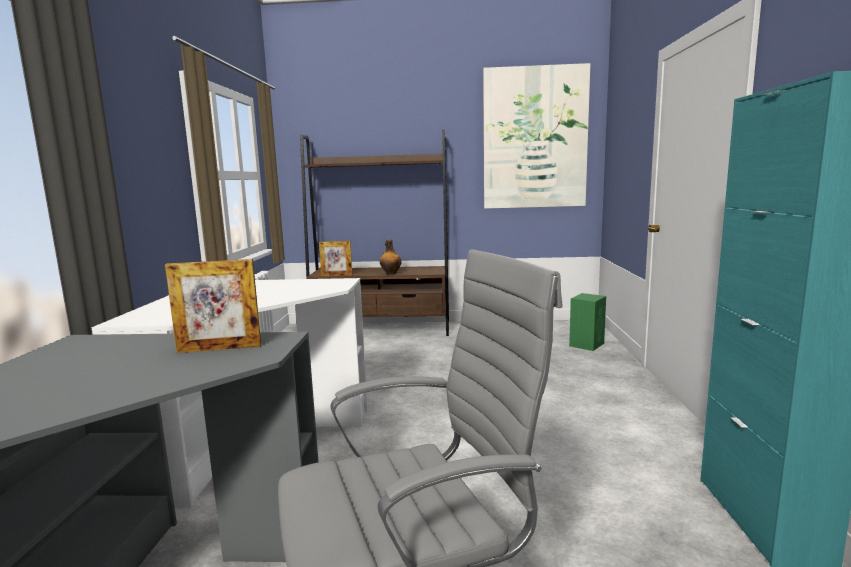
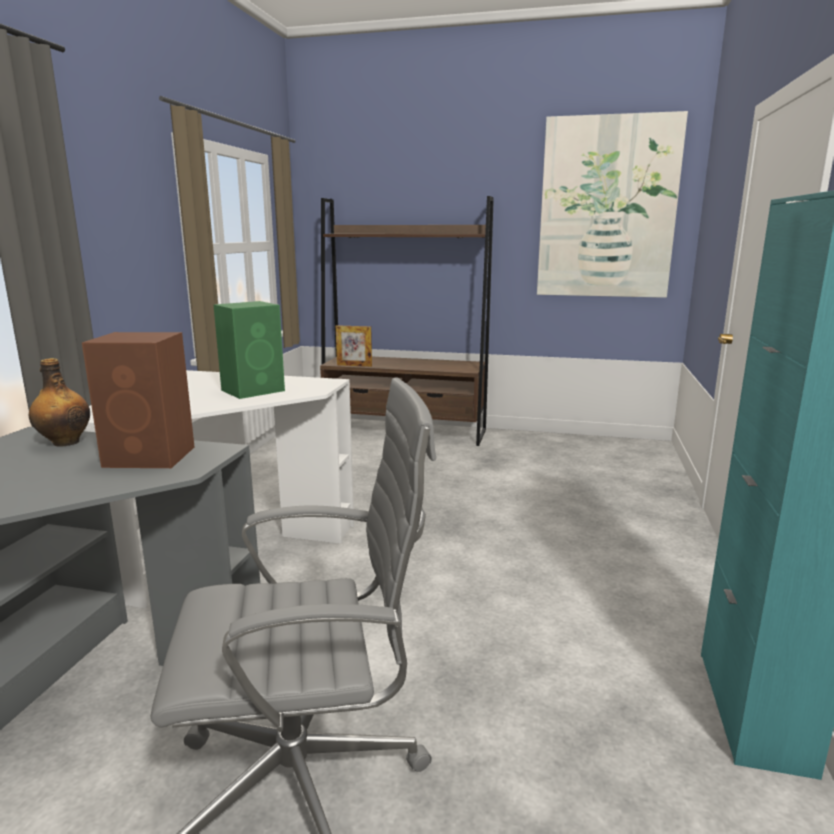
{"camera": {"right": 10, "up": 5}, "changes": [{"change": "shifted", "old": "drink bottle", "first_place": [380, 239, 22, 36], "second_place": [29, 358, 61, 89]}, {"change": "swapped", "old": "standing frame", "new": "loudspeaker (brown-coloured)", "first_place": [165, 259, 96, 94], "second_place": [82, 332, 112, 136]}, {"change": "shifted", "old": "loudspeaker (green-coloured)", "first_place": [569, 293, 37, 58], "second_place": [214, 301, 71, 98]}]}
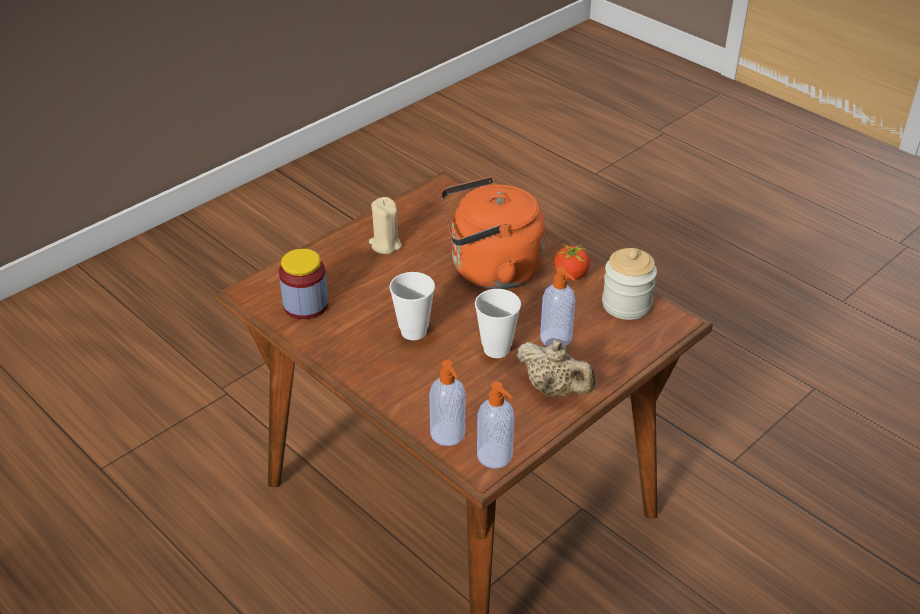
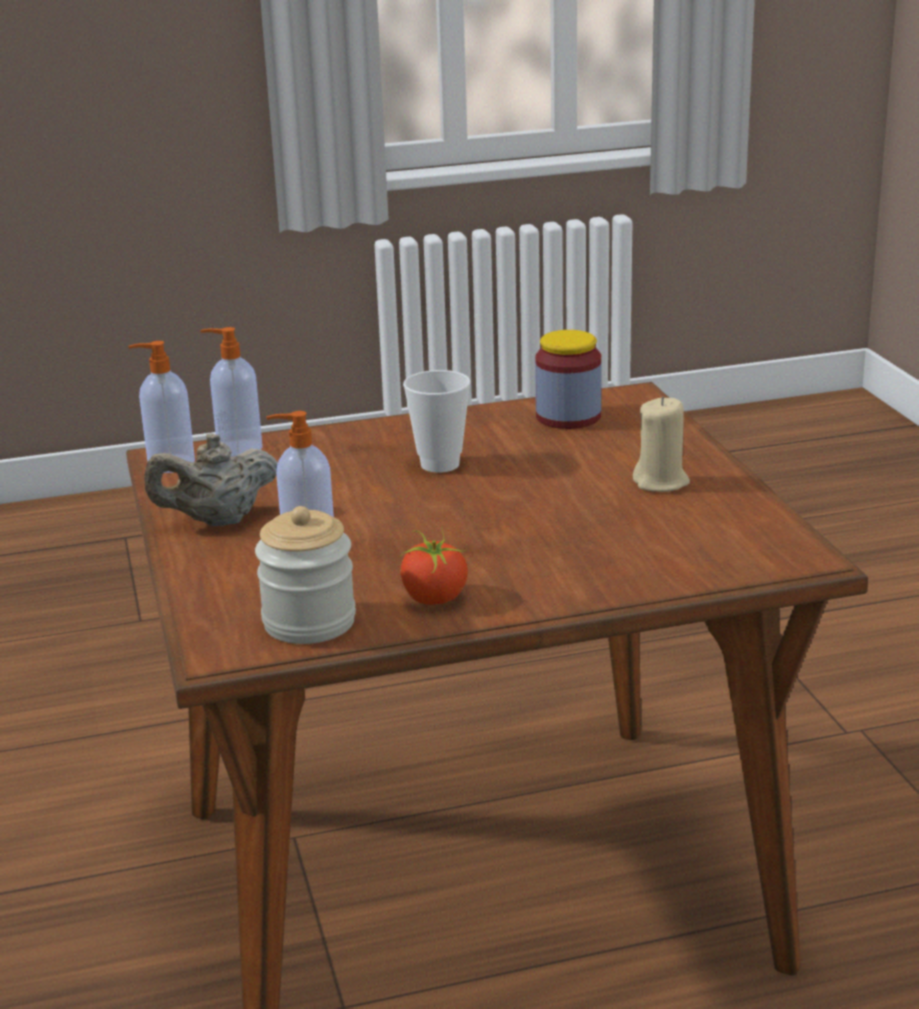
{"camera": {"right": 120, "up": -15}, "changes": [{"change": "gone", "old": "kettle (orange)", "first_place": [441, 177, 104, 112]}, {"change": "gone", "old": "small cup", "first_place": [475, 289, 46, 69]}]}
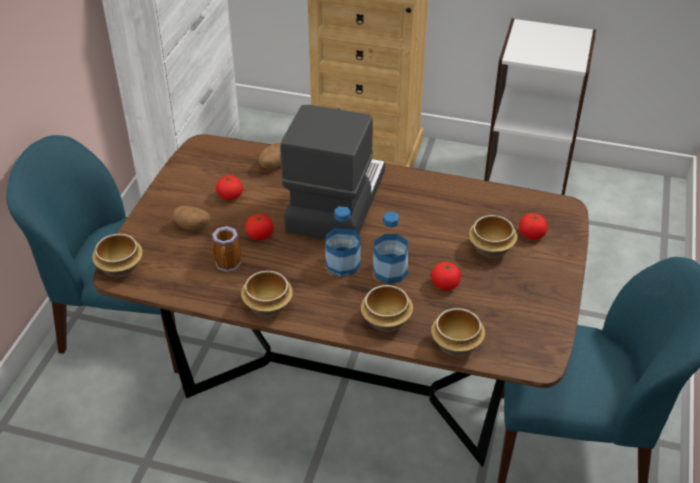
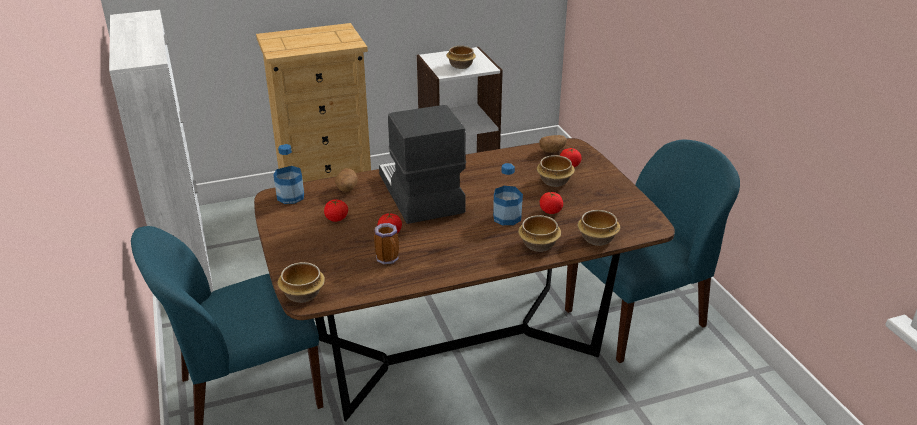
{"camera": {"right": -35, "up": -10}, "changes": [{"change": "shifted", "old": "whole potato", "first_place": [172, 206, 39, 24], "second_place": [539, 135, 28, 18]}, {"change": "shifted", "old": "drink bottle", "first_place": [325, 207, 36, 70], "second_place": [273, 144, 31, 60]}, {"change": "shifted", "old": "deep dish", "first_place": [241, 271, 52, 45], "second_place": [446, 46, 30, 23]}]}
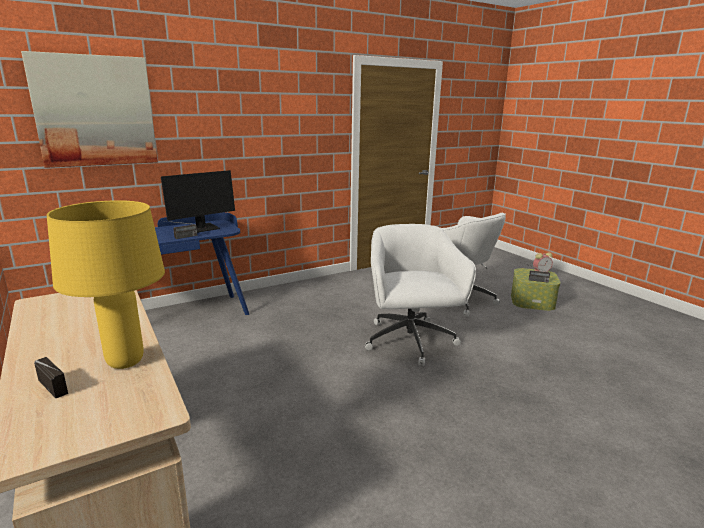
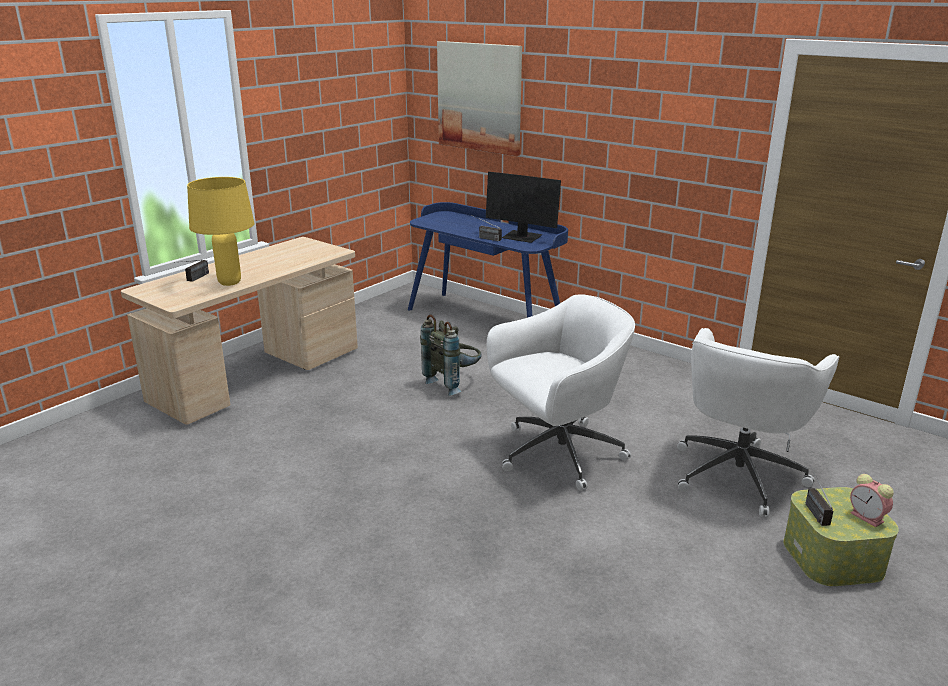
{"camera": {"right": 70, "up": 5}, "changes": [{"change": "new", "new": "knapsack (grey)", "second_place": [420, 314, 62, 82]}]}
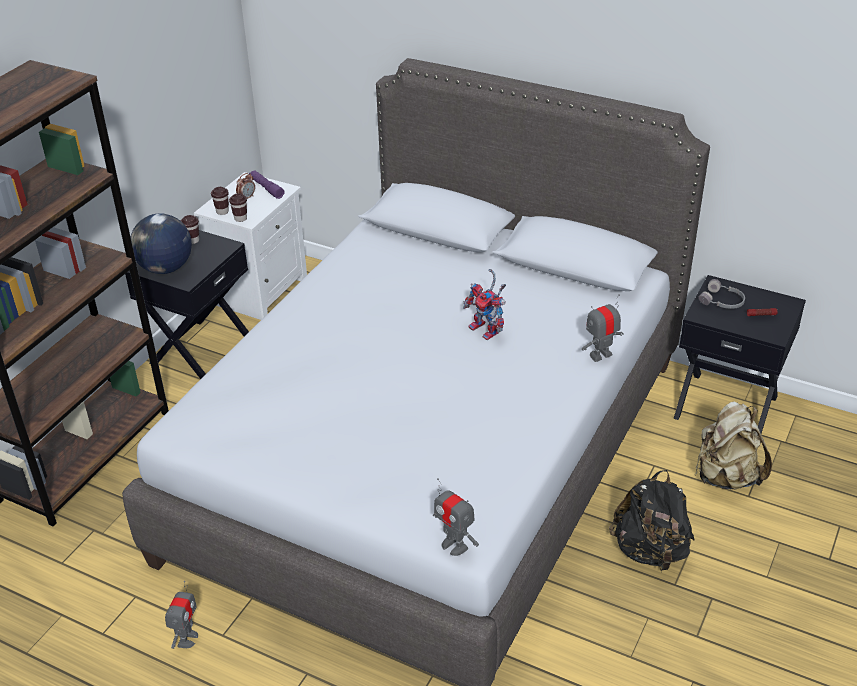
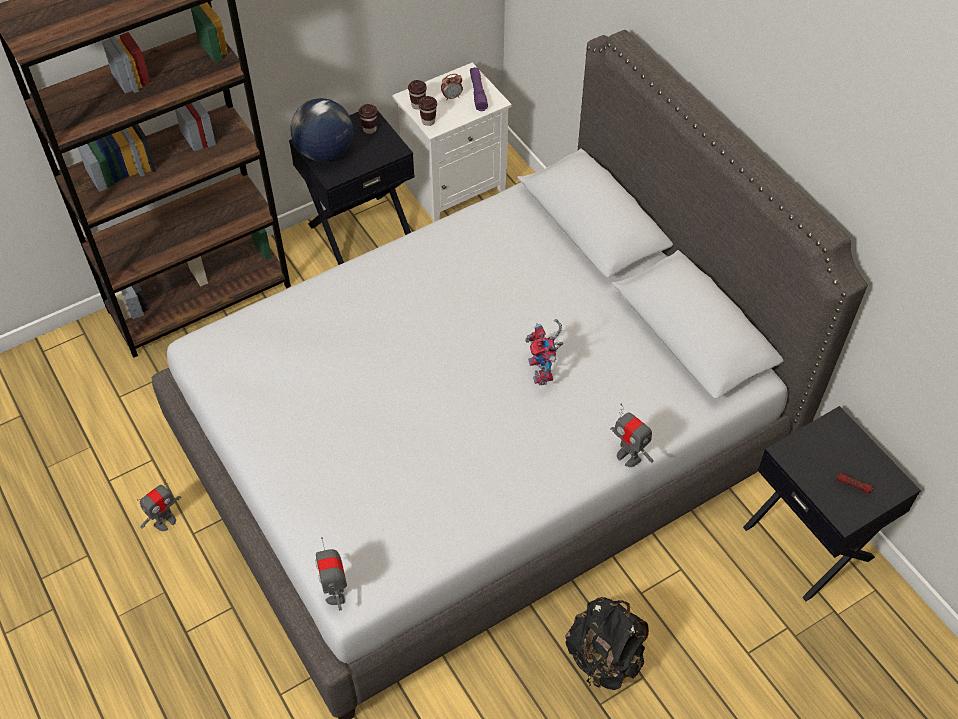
{"camera": {"right": 30, "up": 15}, "changes": [{"change": "gone", "old": "pair of headphones (grey)", "first_place": [698, 279, 47, 30]}, {"change": "rotated", "old": "robot figure", "first_place": [582, 294, 42, 68], "second_place": [610, 404, 44, 63], "degrees": -135}, {"change": "gone", "old": "knapsack (sand-coloured)", "first_place": [695, 401, 77, 89]}]}
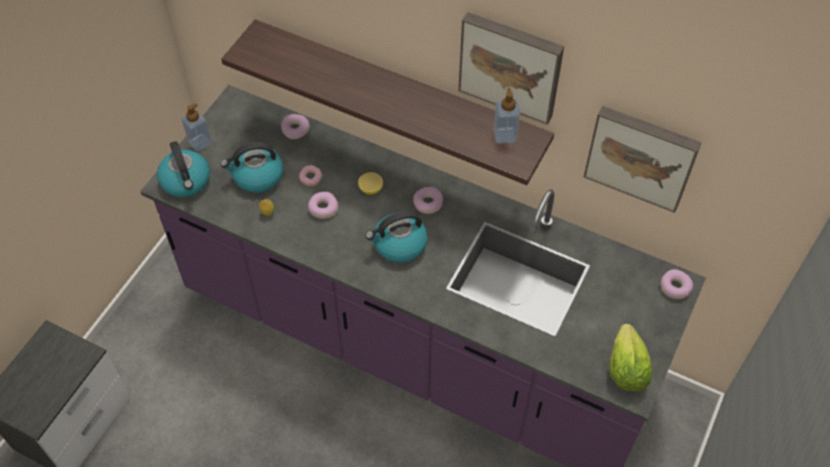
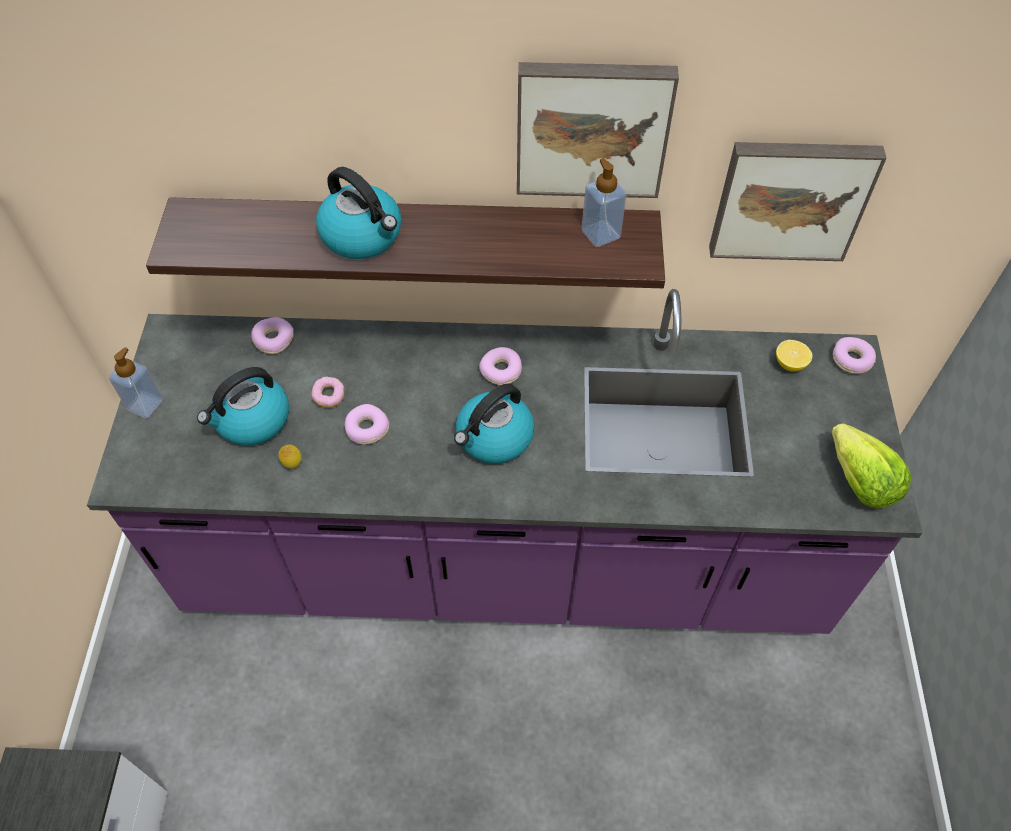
{"camera": {"right": -25, "up": 0}, "changes": [{"change": "shifted", "old": "kettle", "first_place": [157, 141, 53, 56], "second_place": [316, 167, 85, 92]}, {"change": "shifted", "old": "whole lemon", "first_place": [358, 172, 25, 23], "second_place": [776, 340, 36, 32]}]}
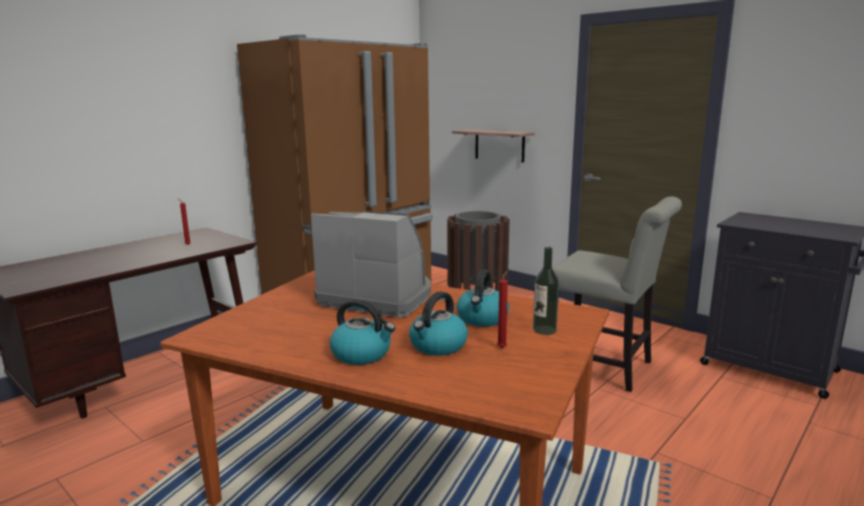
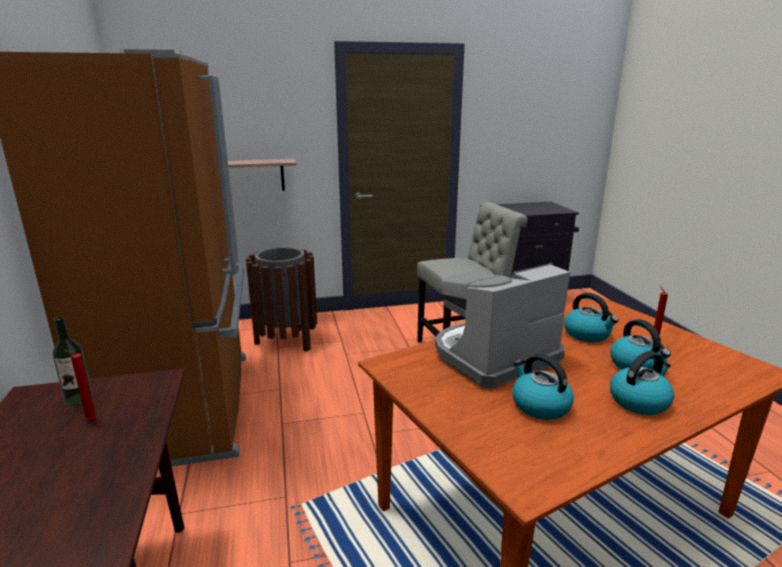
{"camera": {"right": -55, "up": 5}, "changes": [{"change": "shifted", "old": "drink bottle", "first_place": [533, 247, 26, 88], "second_place": [53, 316, 40, 90]}, {"change": "new", "new": "kettle", "second_place": [512, 354, 62, 66]}]}
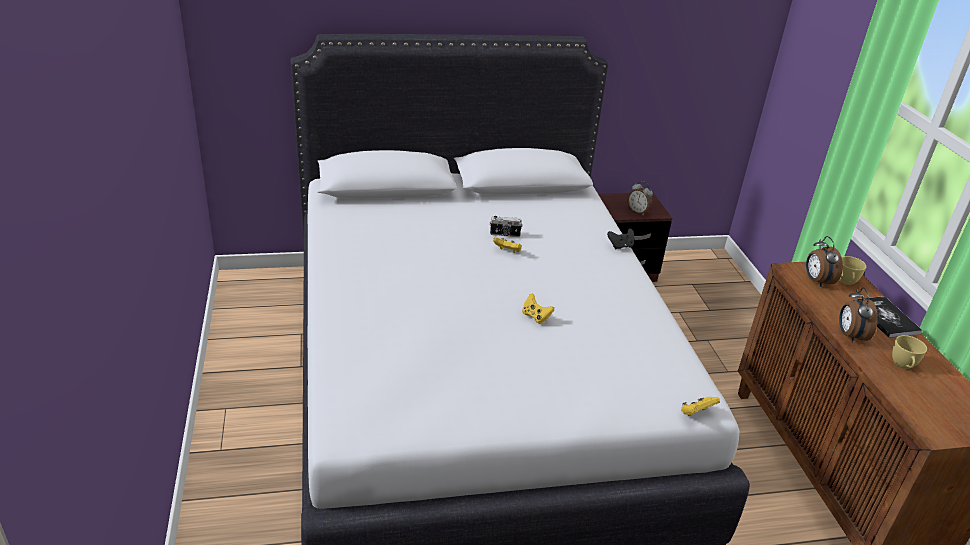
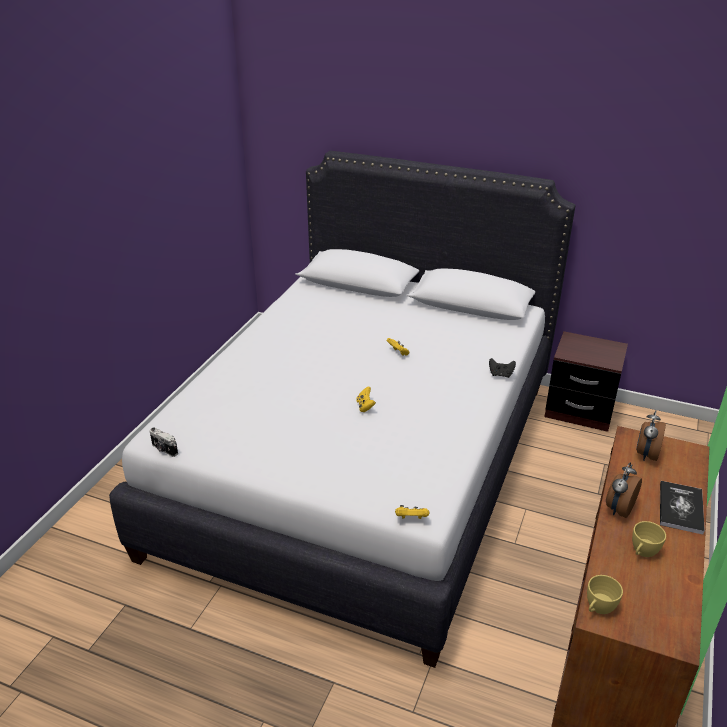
{"camera": {"right": 35, "up": 0}, "changes": [{"change": "gone", "old": "bedside clock", "first_place": [627, 181, 26, 35]}, {"change": "shifted", "old": "still camera", "first_place": [490, 216, 33, 21], "second_place": [149, 428, 29, 29]}, {"change": "shifted", "old": "small cup (yellow)", "first_place": [839, 256, 28, 29], "second_place": [587, 575, 36, 39]}]}
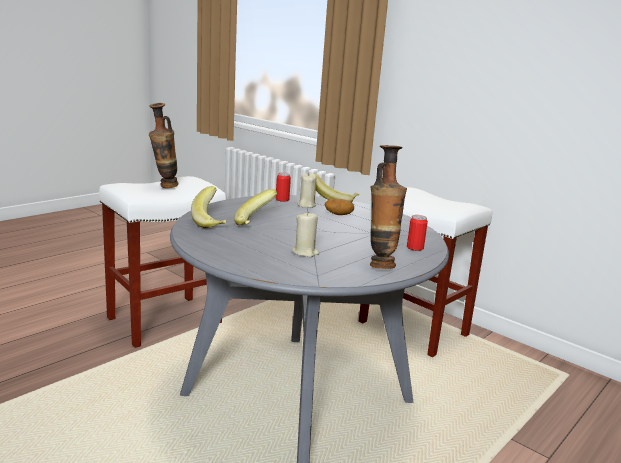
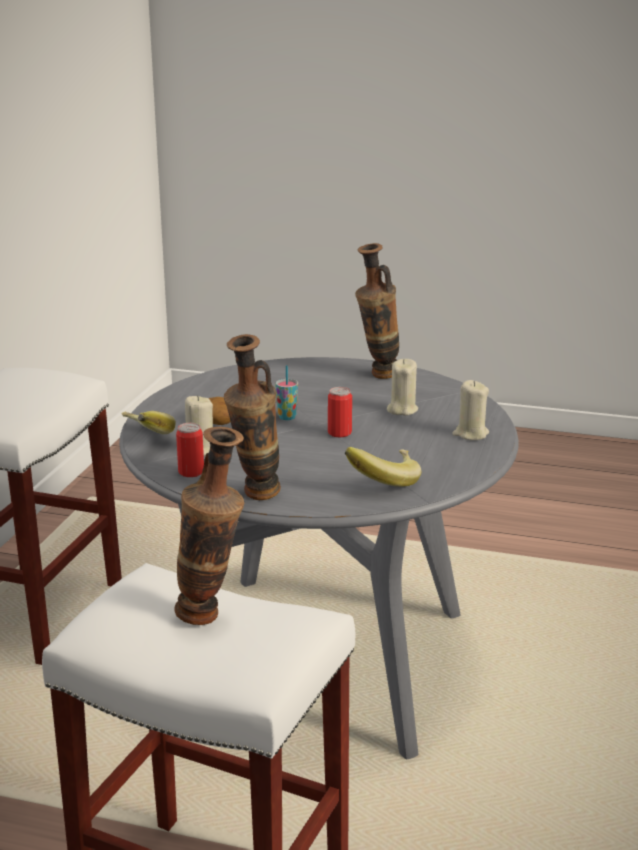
{"camera": {"right": -115, "up": 5}, "changes": [{"change": "gone", "old": "banana fruit", "first_place": [234, 189, 44, 36]}, {"change": "shifted", "old": "can", "first_place": [407, 215, 21, 36], "second_place": [328, 387, 24, 50]}, {"change": "new", "new": "decorative vase", "second_place": [224, 334, 57, 166]}, {"change": "new", "new": "small cup", "second_place": [275, 365, 23, 55]}, {"change": "new", "new": "wax light (sand-coloured)", "second_place": [452, 380, 37, 60]}]}
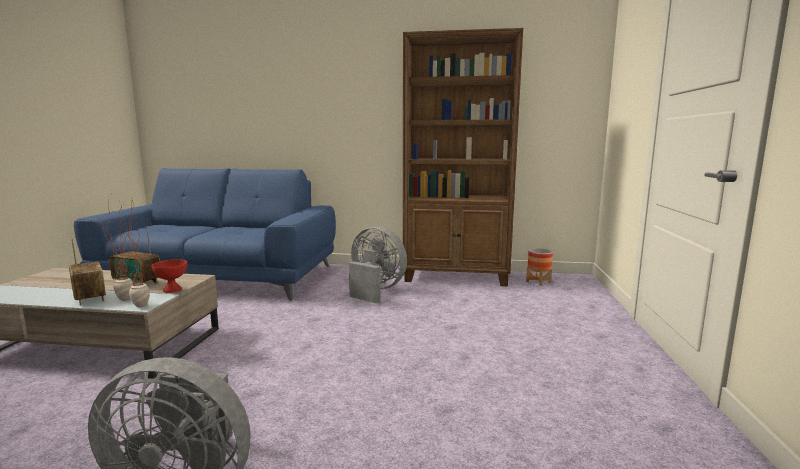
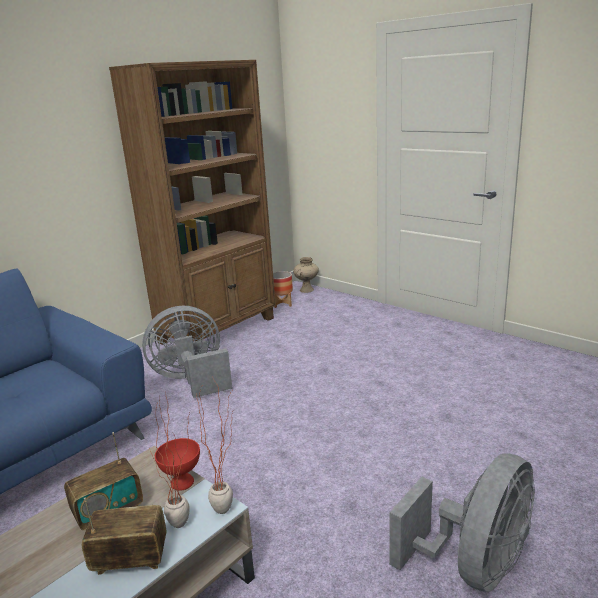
{"camera": {"right": -55, "up": 10}, "changes": [{"change": "new", "new": "decorative vase (sand-coloured)", "second_place": [293, 257, 26, 36]}]}
